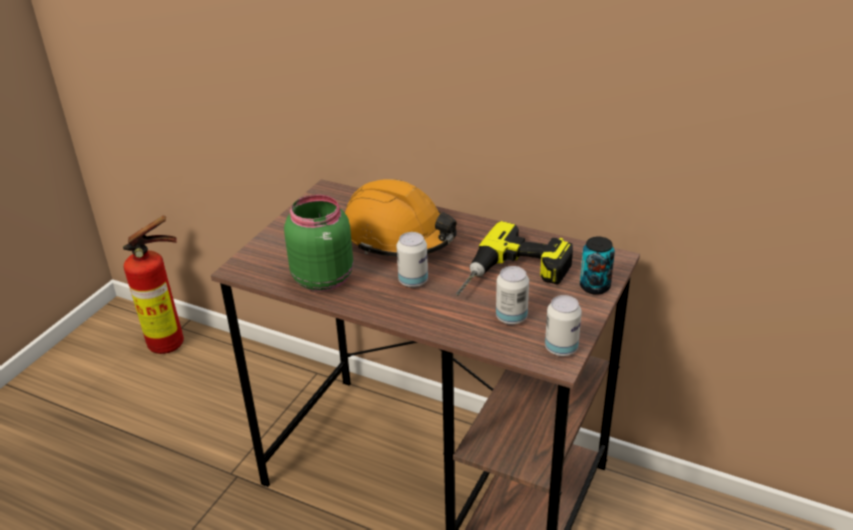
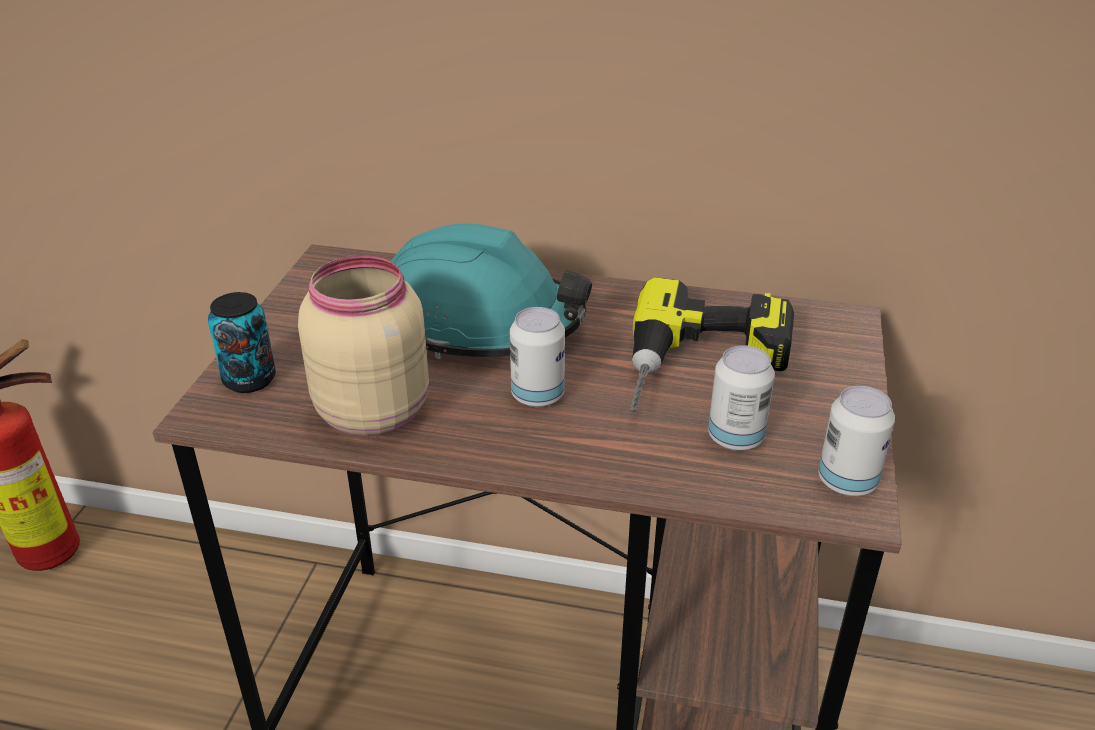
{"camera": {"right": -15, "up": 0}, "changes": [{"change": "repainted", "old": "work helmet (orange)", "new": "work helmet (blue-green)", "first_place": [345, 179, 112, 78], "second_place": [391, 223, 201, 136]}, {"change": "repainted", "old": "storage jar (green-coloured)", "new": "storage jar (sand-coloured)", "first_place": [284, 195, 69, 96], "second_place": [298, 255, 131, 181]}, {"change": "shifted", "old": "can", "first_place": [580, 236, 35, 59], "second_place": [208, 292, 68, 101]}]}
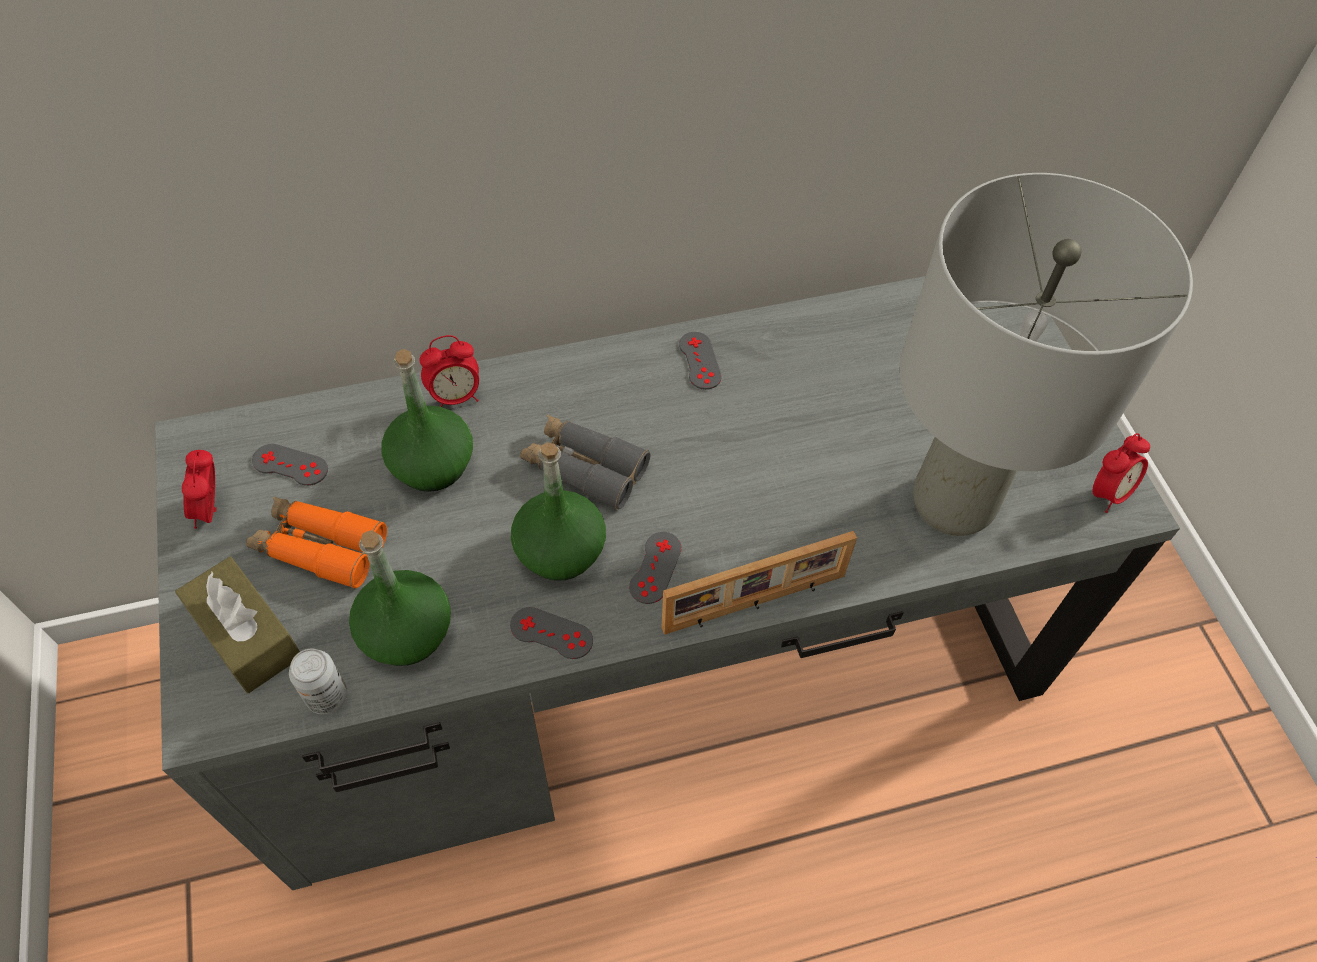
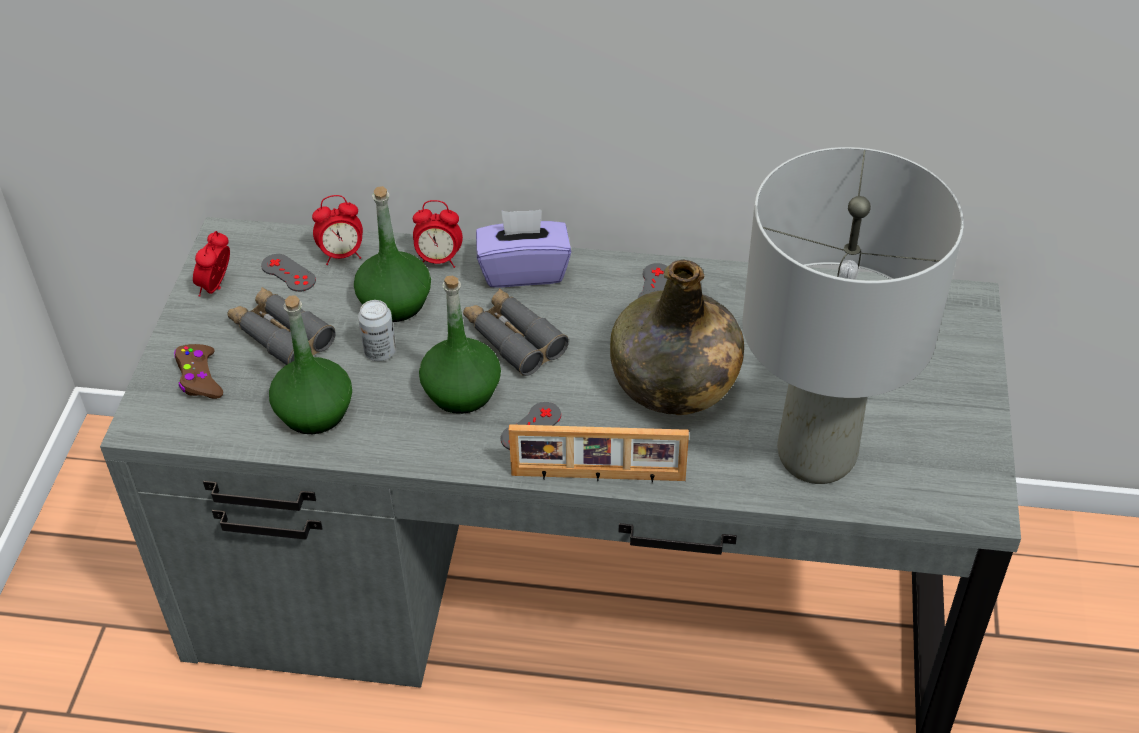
{"camera": {"right": 25, "up": -10}, "changes": [{"change": "shifted", "old": "bedside clock", "first_place": [1092, 433, 58, 80], "second_place": [312, 195, 51, 70]}, {"change": "repainted", "old": "binoculars (orange)", "new": "binoculars (grey)", "first_place": [246, 497, 141, 92], "second_place": [227, 287, 108, 78]}, {"change": "swapped", "old": "tissue holder (brown-coloured)", "new": "game controller (brown-coloured)", "first_place": [175, 557, 125, 136], "second_place": [174, 344, 49, 55]}, {"change": "gone", "old": "game controller (grey)", "first_place": [510, 607, 83, 52]}, {"change": "shifted", "old": "can", "first_place": [289, 649, 58, 66], "second_place": [358, 300, 38, 61]}, {"change": "new", "new": "tissue holder (purple-coloured)", "second_place": [476, 210, 95, 78]}, {"change": "new", "new": "drink bottle (green-coloured)", "second_place": [610, 259, 134, 156]}]}
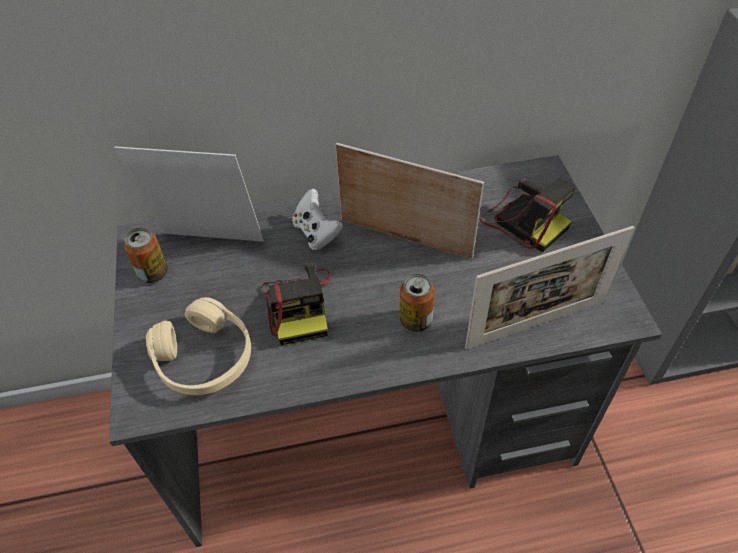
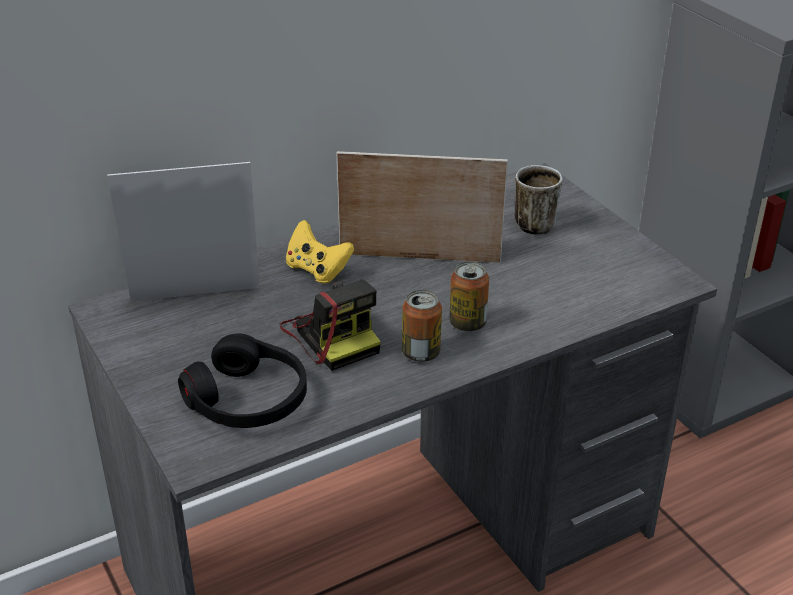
{"camera": {"right": -20, "up": -15}, "changes": [{"change": "swapped", "old": "still camera", "new": "tea mug", "first_place": [480, 177, 96, 75], "second_place": [515, 165, 48, 70]}, {"change": "repainted", "old": "game controller (white-coloured)", "new": "game controller (yellow)", "first_place": [292, 189, 51, 61], "second_place": [286, 220, 68, 64]}, {"change": "gone", "old": "standing frame", "first_place": [465, 226, 170, 123]}, {"change": "shifted", "old": "can", "first_place": [124, 228, 44, 55], "second_place": [402, 290, 40, 72]}, {"change": "repainted", "old": "pair of headphones (sand-coloured)", "new": "pair of headphones (black)", "first_place": [146, 297, 105, 98], "second_place": [178, 334, 129, 94]}]}
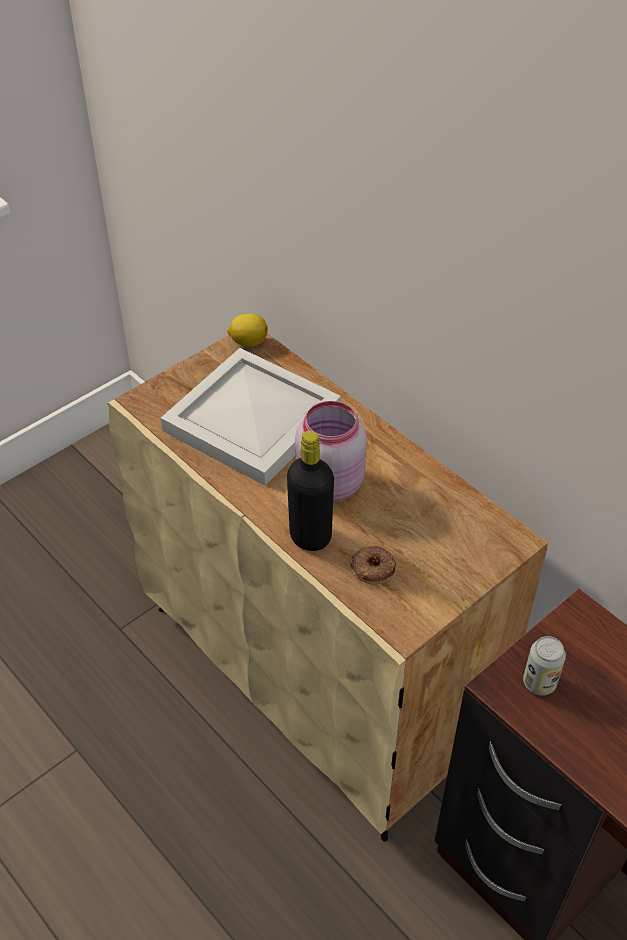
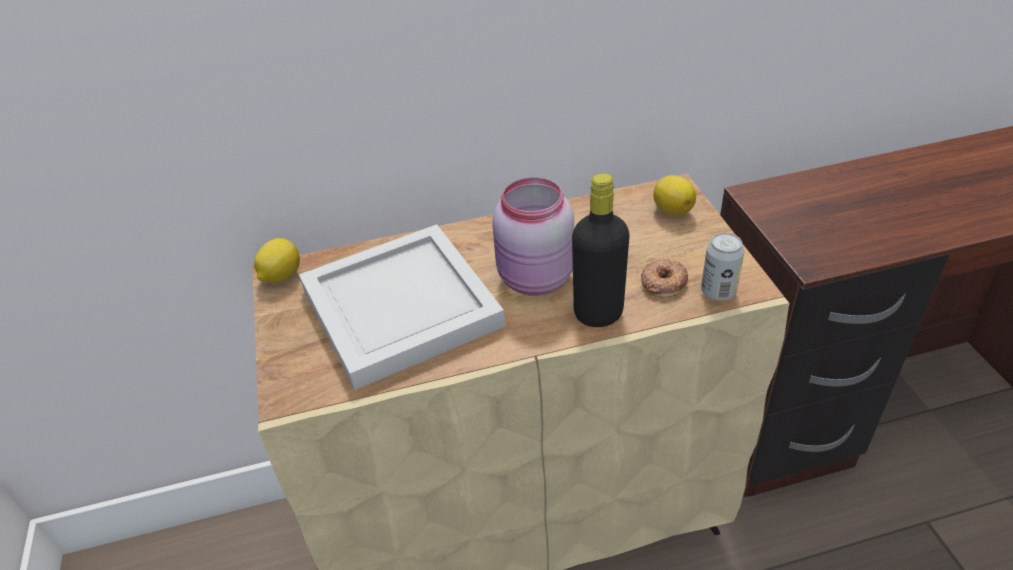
{"camera": {"right": -60, "up": -5}, "changes": [{"change": "shifted", "old": "can", "first_place": [523, 636, 43, 59], "second_place": [701, 233, 43, 68]}, {"change": "new", "new": "whole lemon", "second_place": [653, 175, 43, 41]}]}
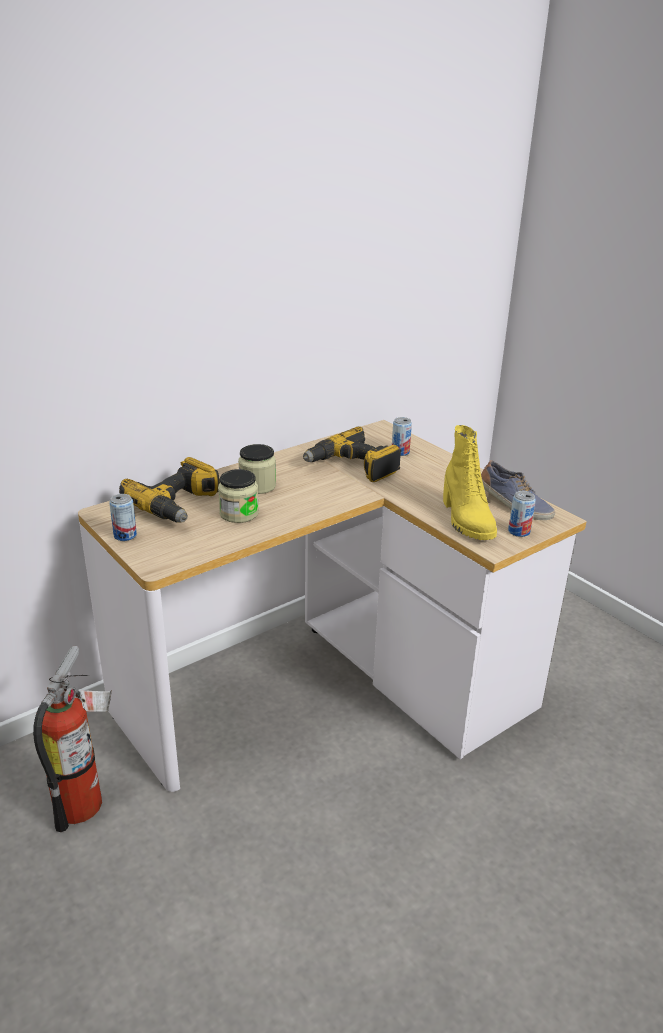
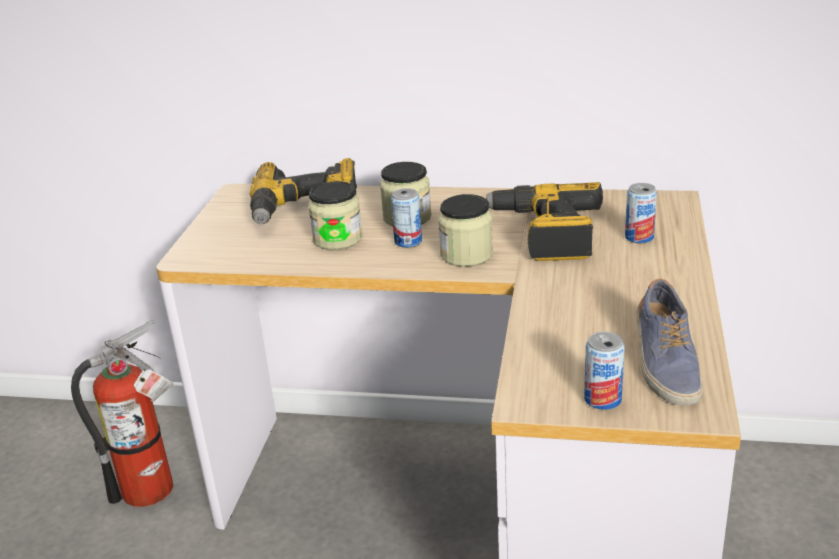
{"camera": {"right": 50, "up": 0}, "changes": [{"change": "gone", "old": "high-top boot (yellow)", "first_place": [443, 425, 54, 115]}, {"change": "shifted", "old": "can", "first_place": [109, 494, 28, 47], "second_place": [391, 188, 31, 60]}, {"change": "new", "new": "storage jar", "second_place": [438, 194, 55, 73]}]}
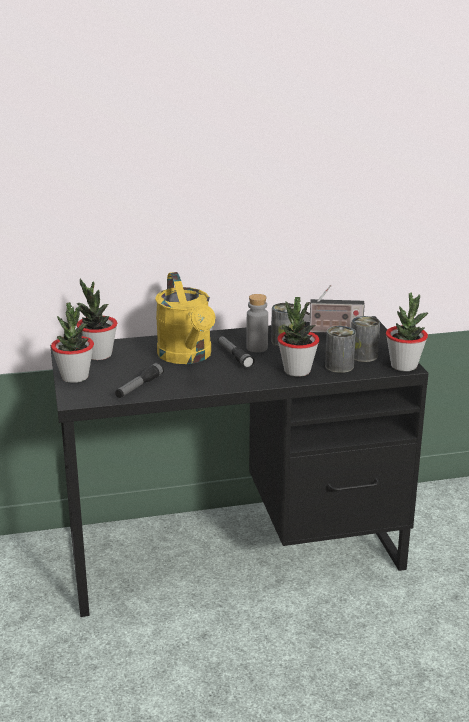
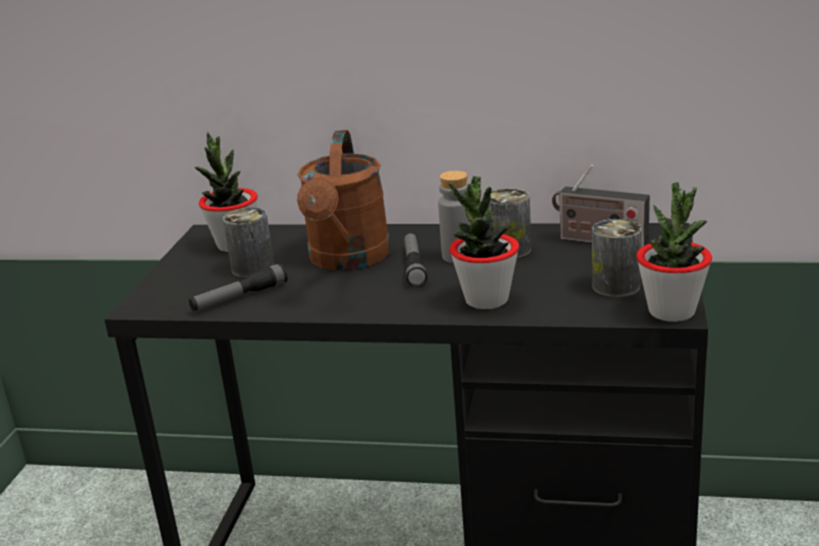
{"camera": {"right": 25, "up": 0}, "changes": [{"change": "repainted", "old": "watering can (yellow)", "new": "watering can (brown-coloured)", "first_place": [155, 272, 61, 92], "second_place": [297, 130, 94, 141]}, {"change": "gone", "old": "plant in a pot", "first_place": [51, 302, 43, 81]}, {"change": "shifted", "old": "can", "first_place": [325, 326, 31, 47], "second_place": [223, 208, 51, 70]}]}
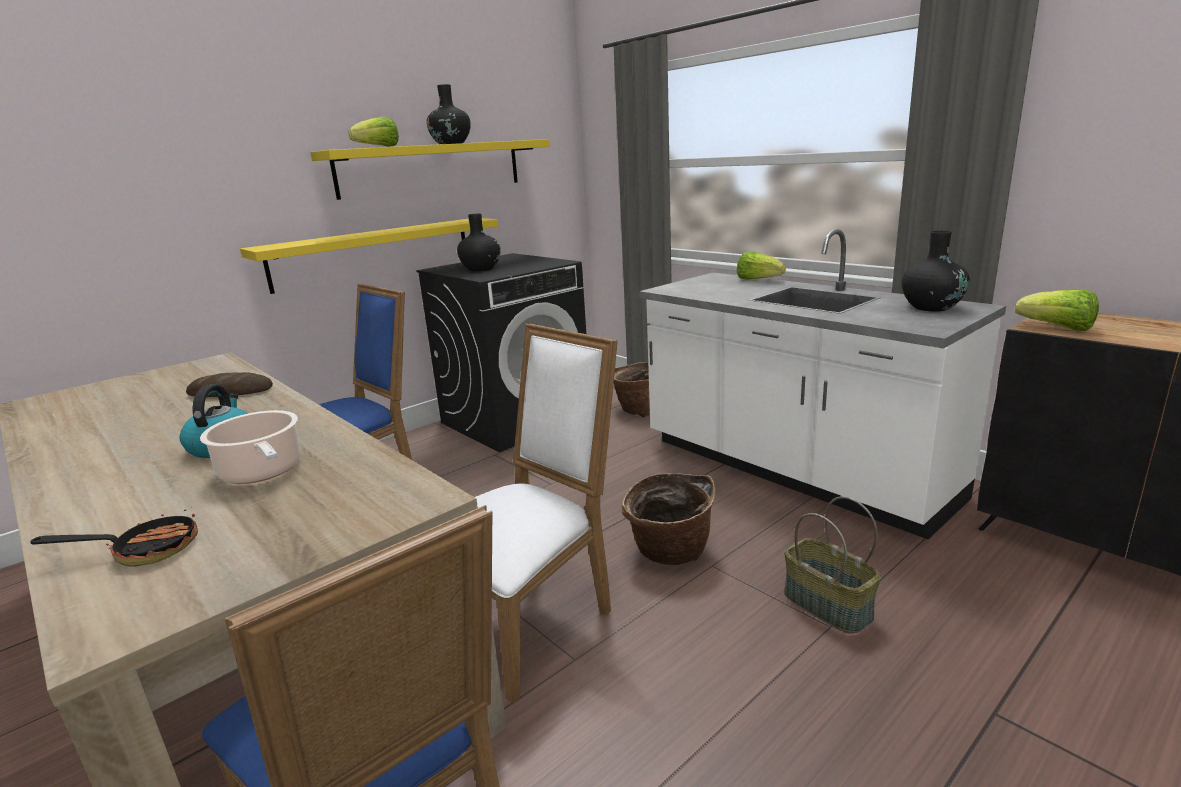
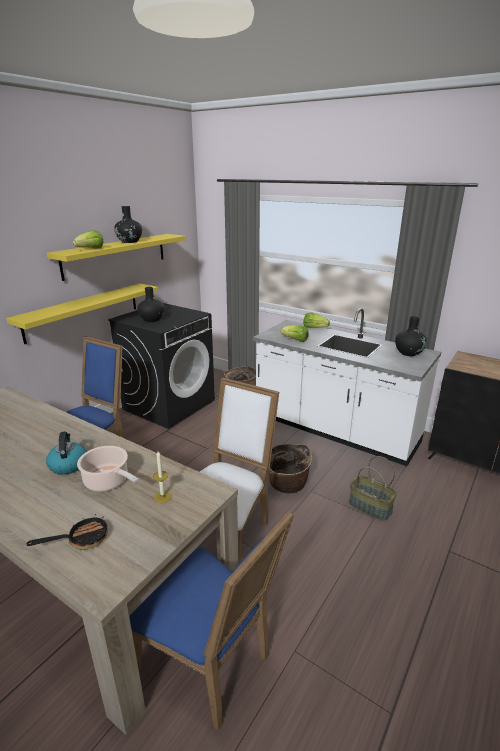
{"camera": {"right": -15, "up": 5}, "changes": [{"change": "shifted", "old": "lettuce", "first_place": [1015, 289, 84, 42], "second_place": [281, 325, 27, 17]}, {"change": "gone", "old": "bakery bread", "first_place": [186, 372, 87, 25]}, {"change": "new", "new": "wax light", "second_place": [153, 451, 19, 52]}]}
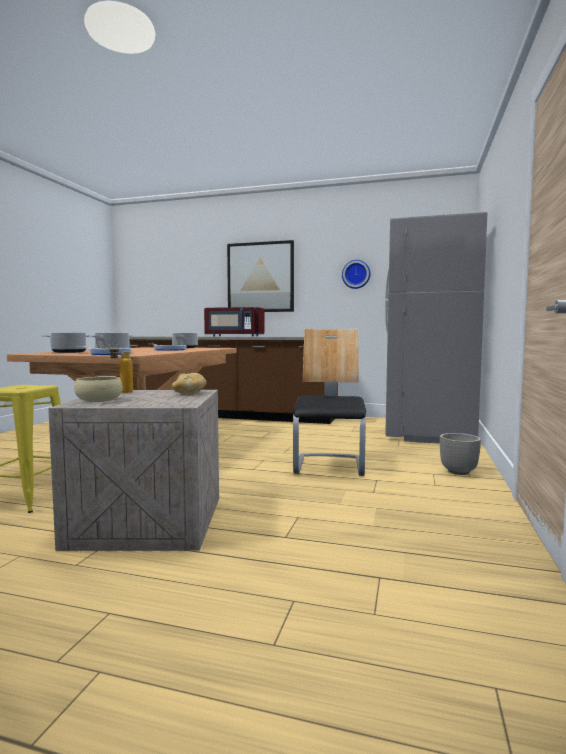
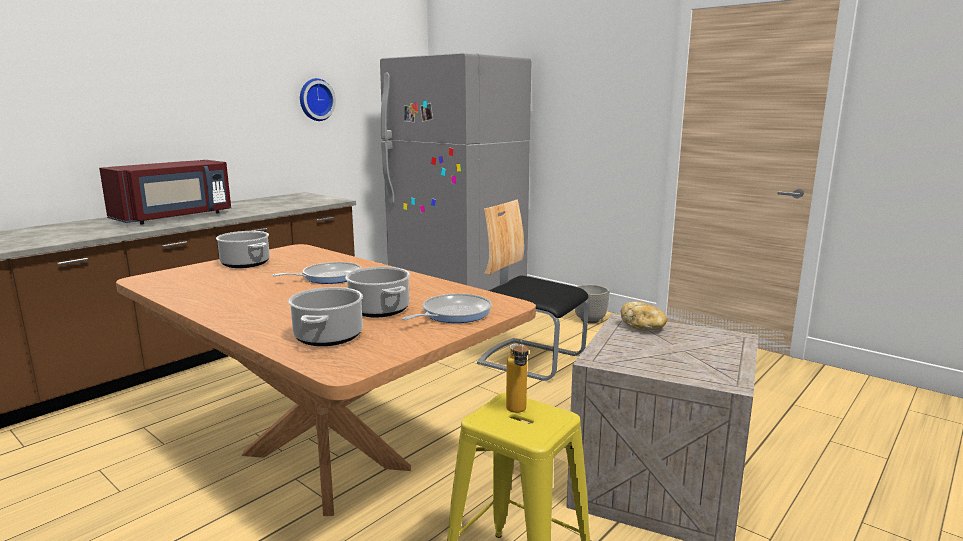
{"camera": {"right": -65, "up": 10}, "changes": [{"change": "gone", "old": "wall art", "first_place": [227, 240, 67, 72]}, {"change": "shifted", "old": "drink bottle", "first_place": [108, 343, 25, 50], "second_place": [506, 339, 23, 74]}, {"change": "gone", "old": "deep dish (sand-coloured)", "first_place": [74, 377, 49, 25]}]}
